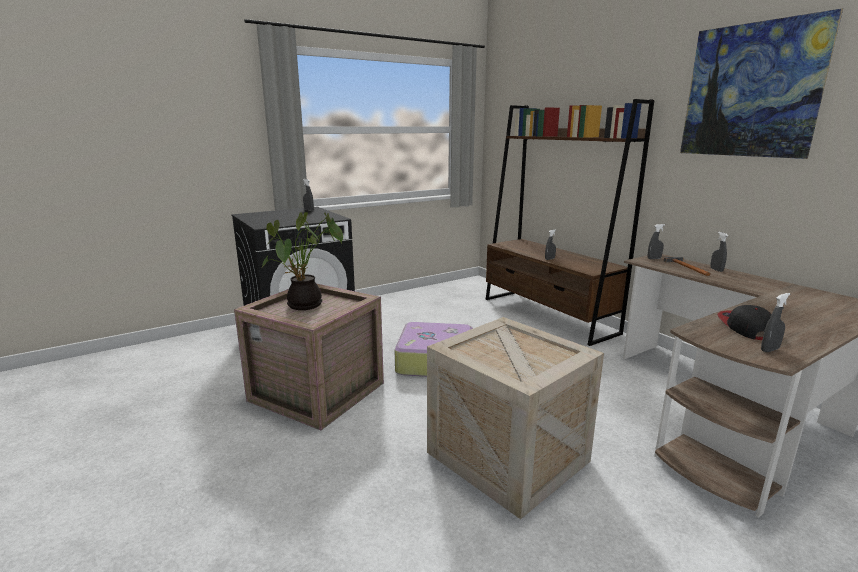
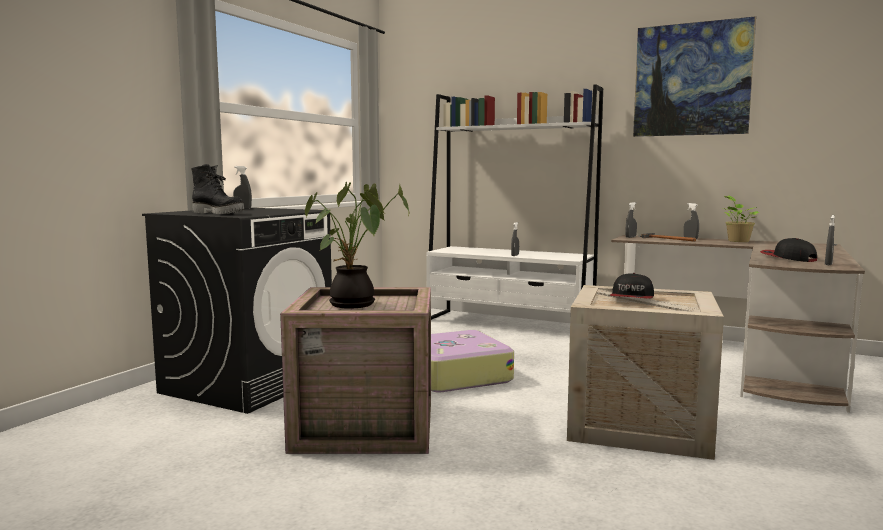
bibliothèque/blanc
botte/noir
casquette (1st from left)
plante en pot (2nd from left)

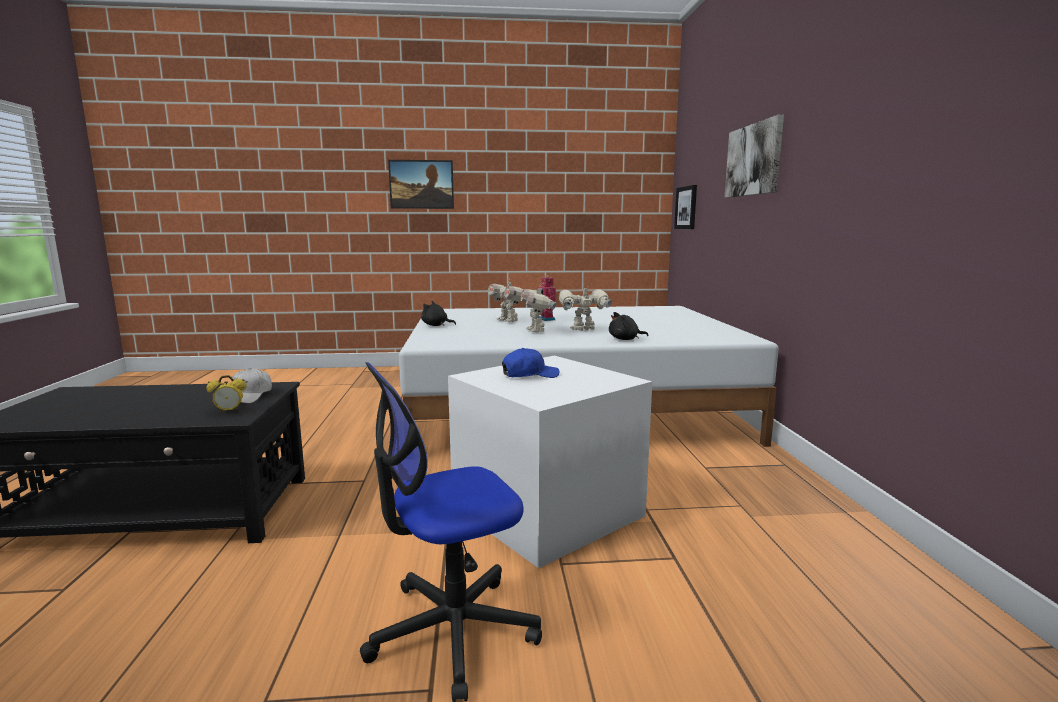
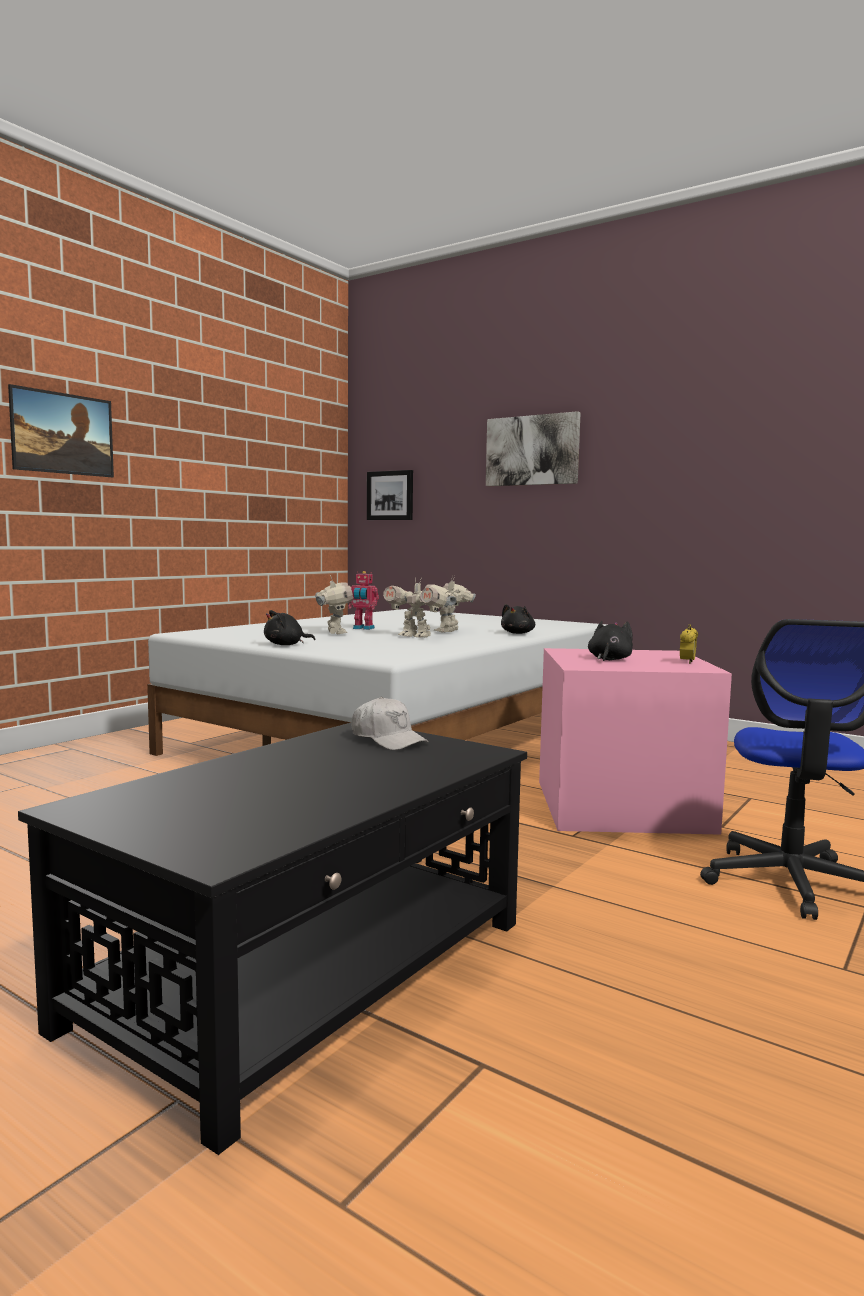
réveil
boîte de rangement/rose
robot jouet (1st from left)
peluche/noir (3rd from left)

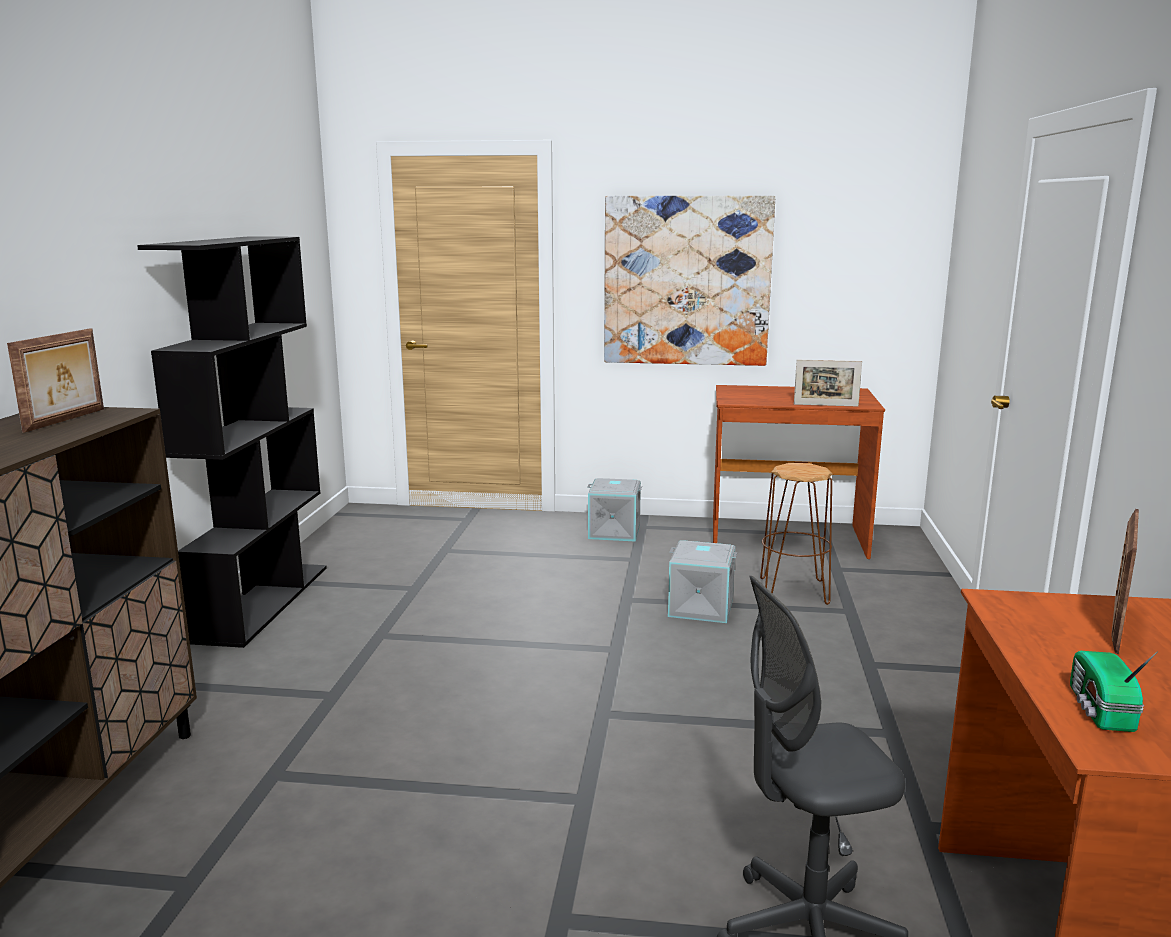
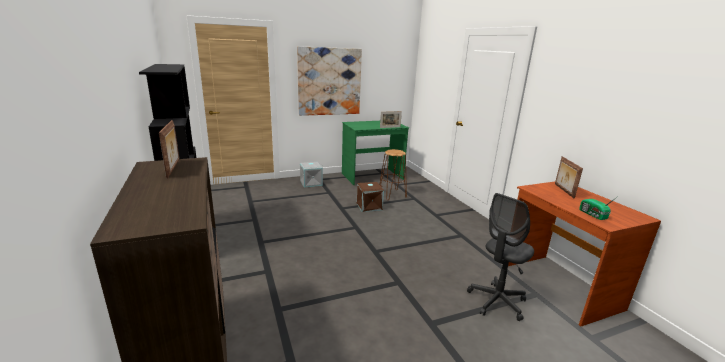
boîte de rangement/marron
bureau/vert

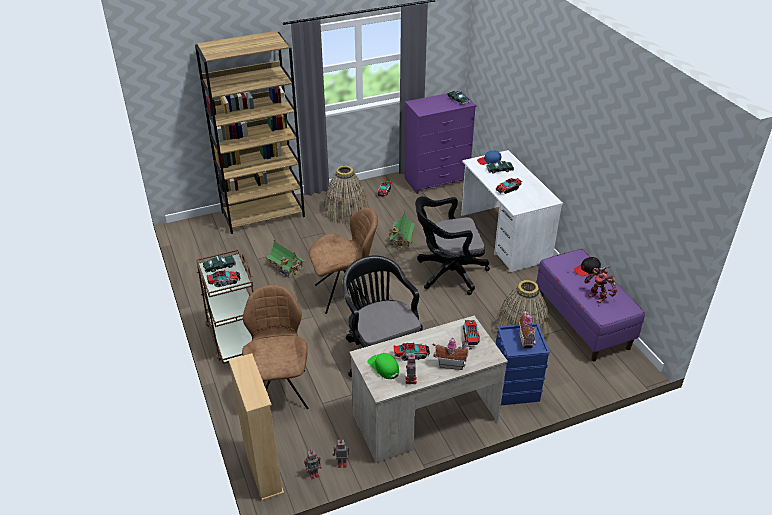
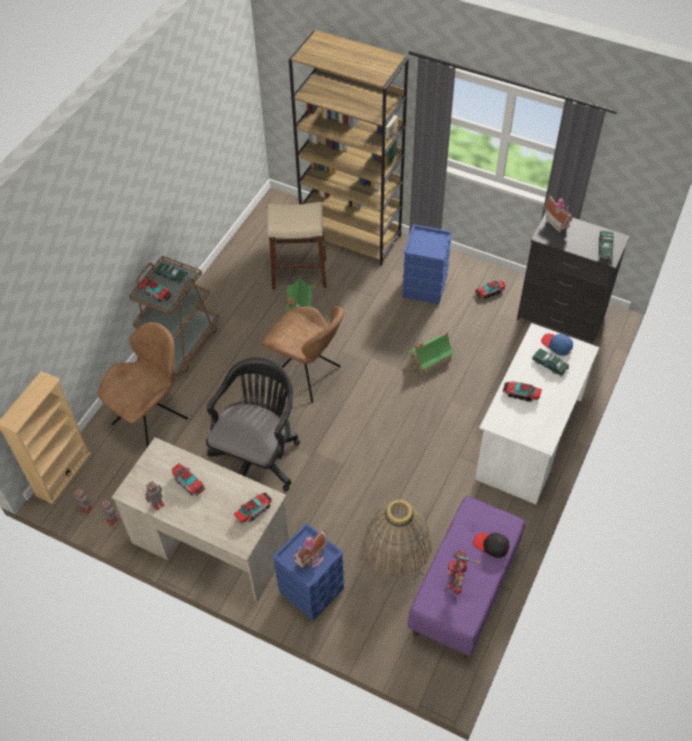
boîte de rangement/bleu (2nd from left)
casquette/vert
commode/noir
chaise de bureau/noir (2nd from left in the first image)
maison miniature (4th from left)
tabouret/beige

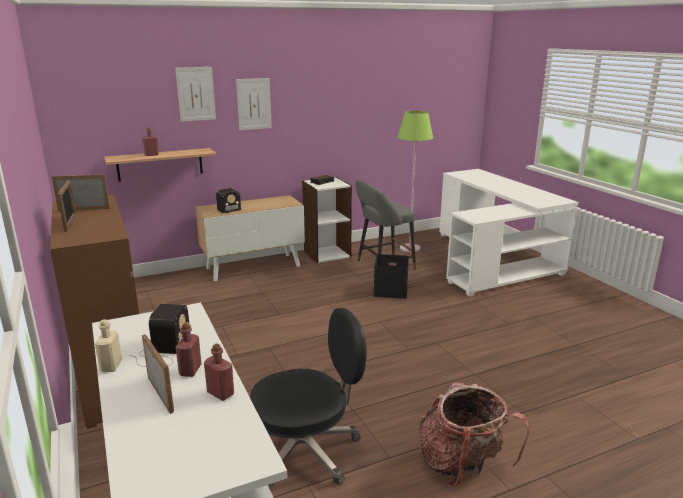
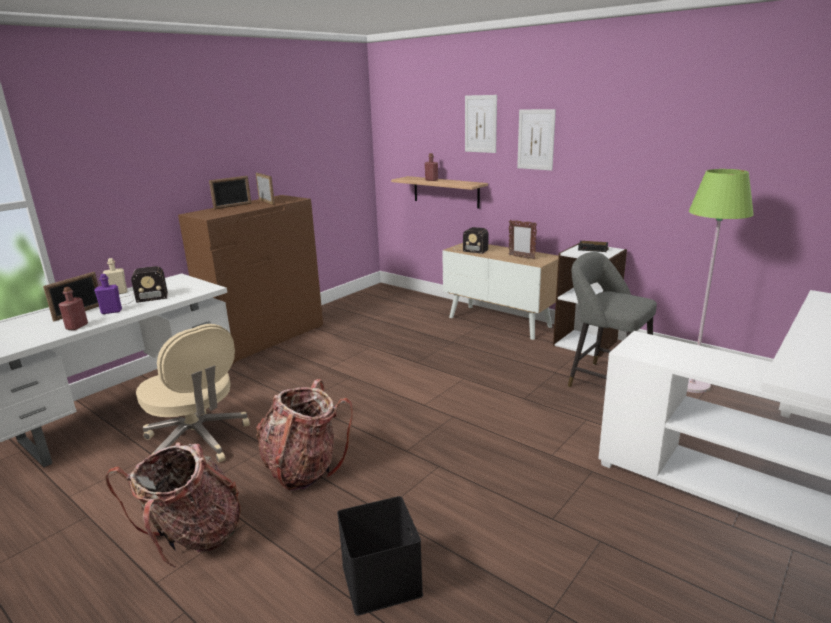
bouteille/violet
chaise de bureau/beige
boîte de rangement/noir
sac à dos (2nd from left)
cadre photo (4th from left)

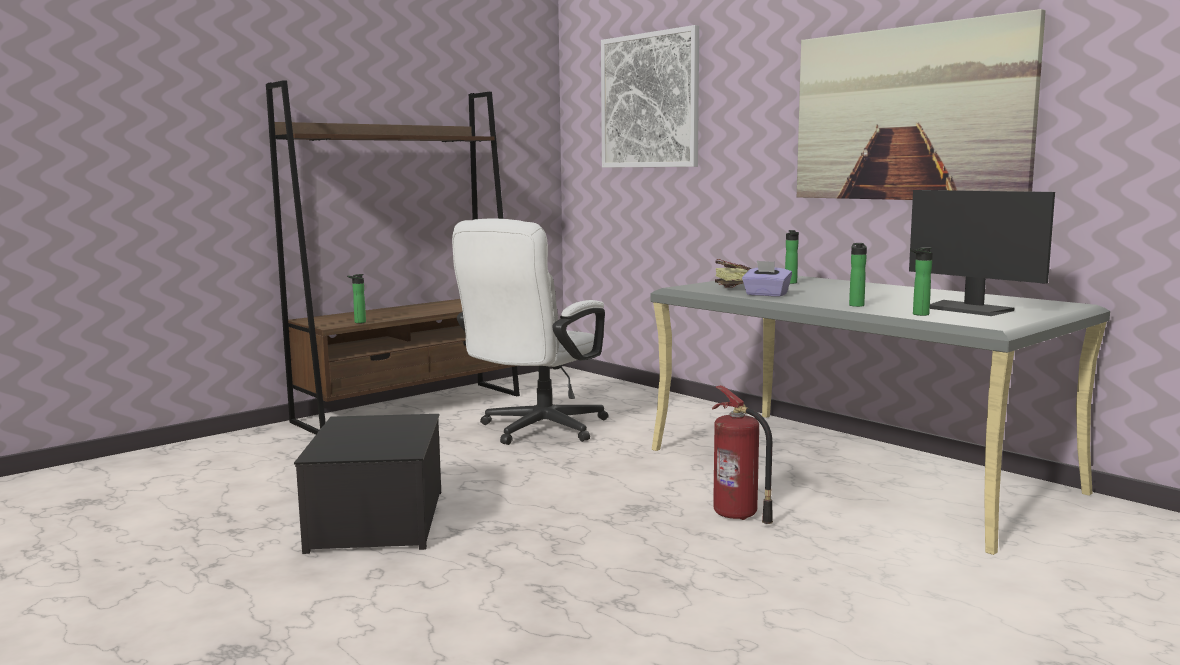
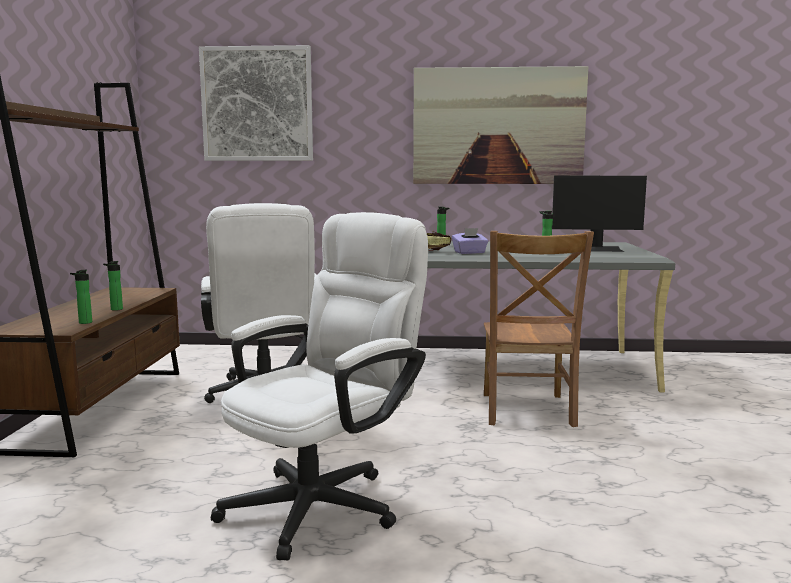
chaise de bureau/blanc (2nd from left)
chaise/marron
bouteille (2nd from left)

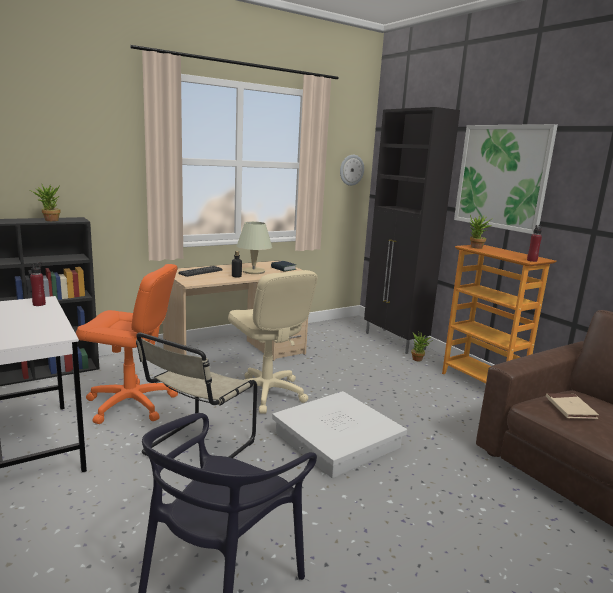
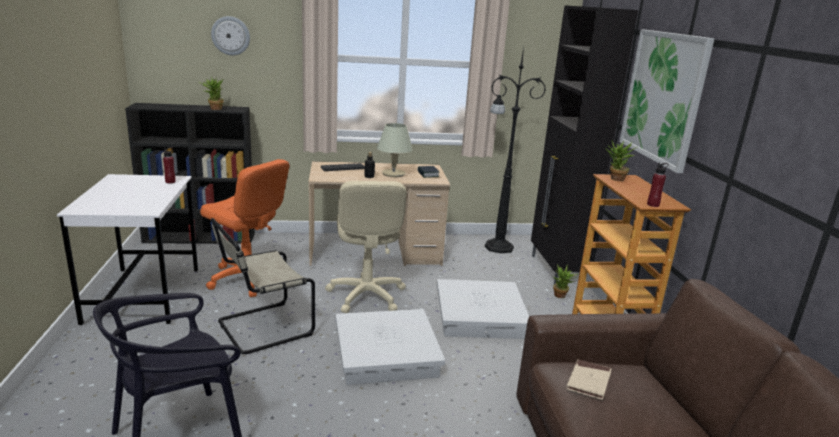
horloge murale
boîte de rangement/blanc (2nd from left)
lampadaire/noir

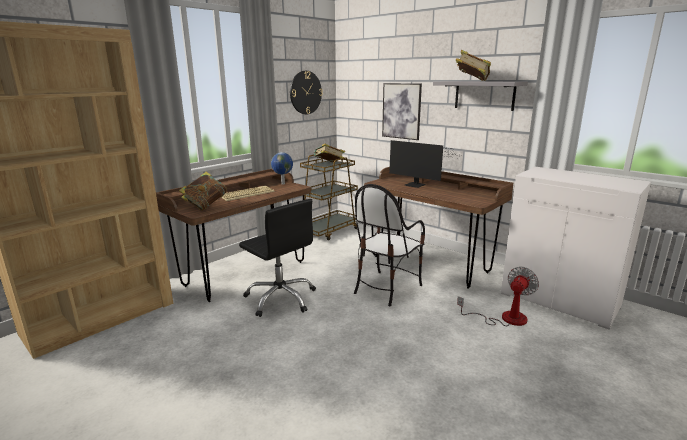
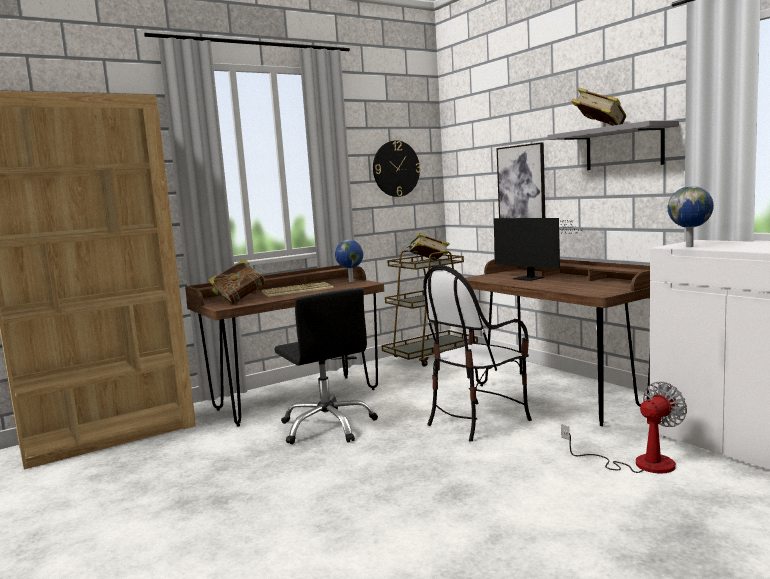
globe (2nd from left)

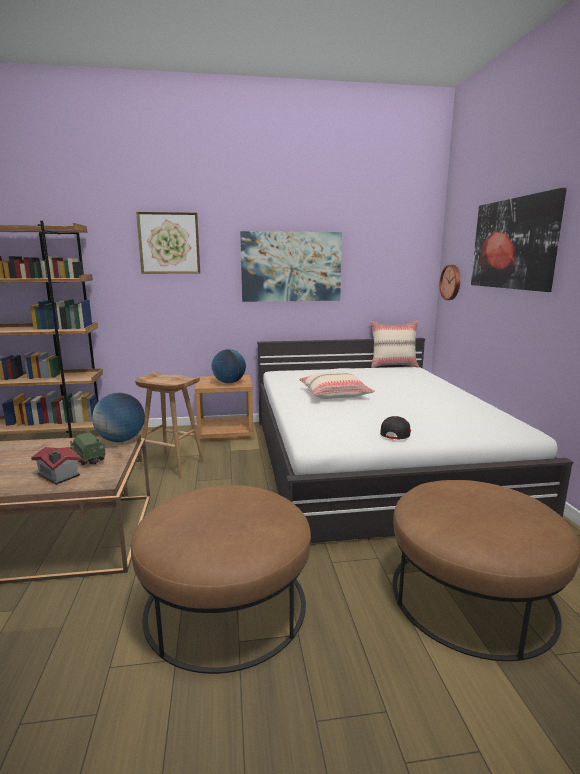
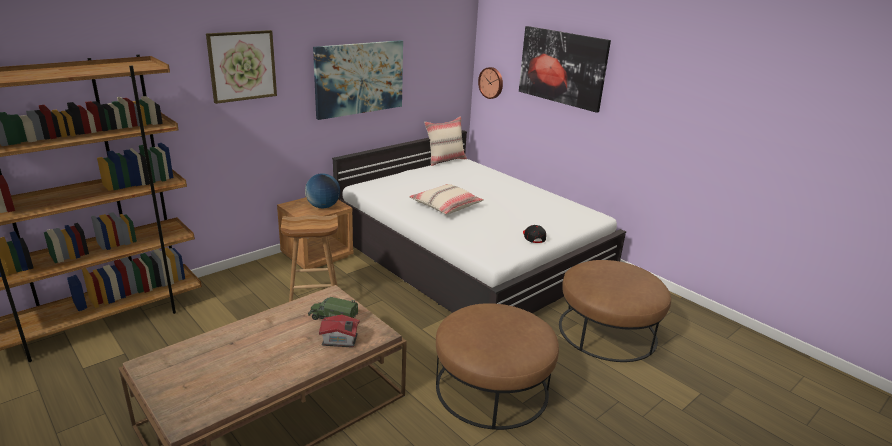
globe (1st from left in the first image)

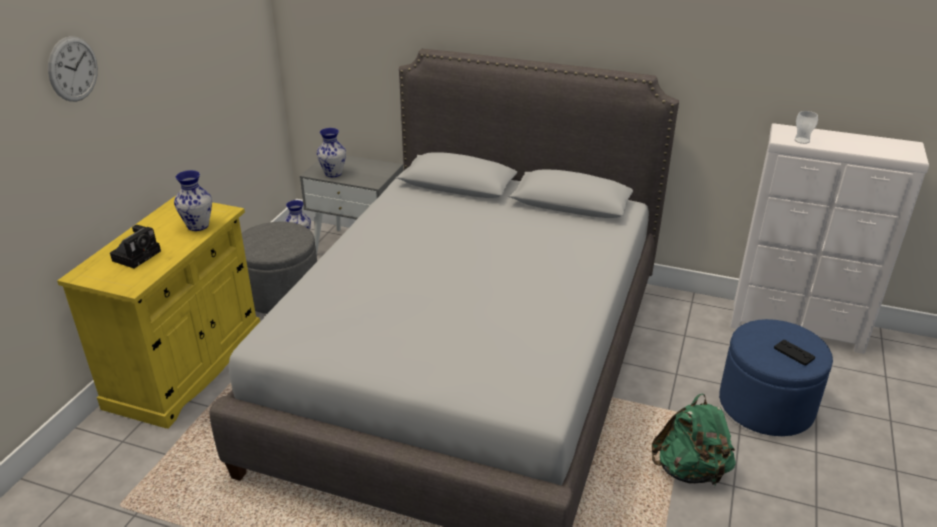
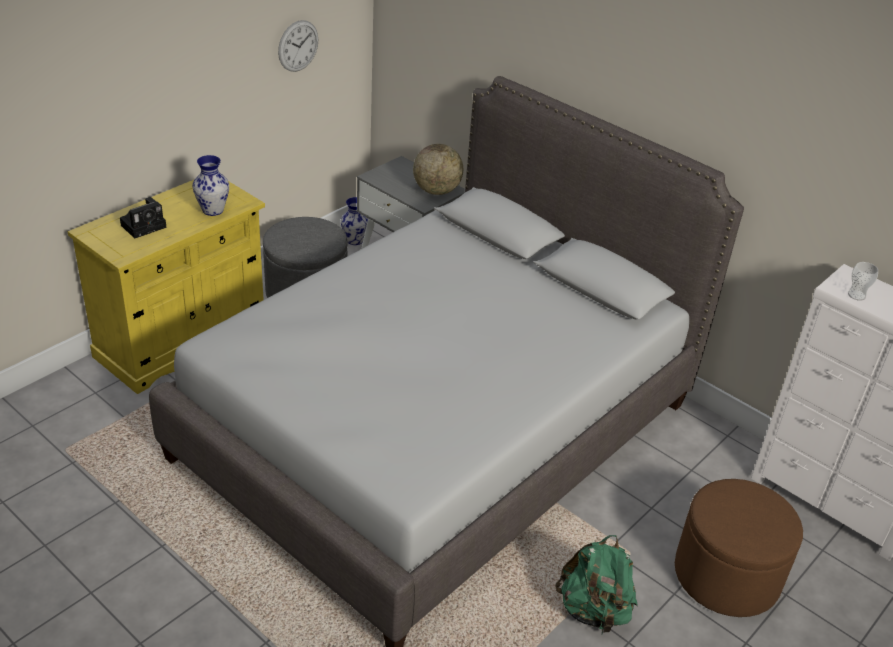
horloge murale
vase (3rd from left in the first image)
pouf/marron
manette/noir
globe

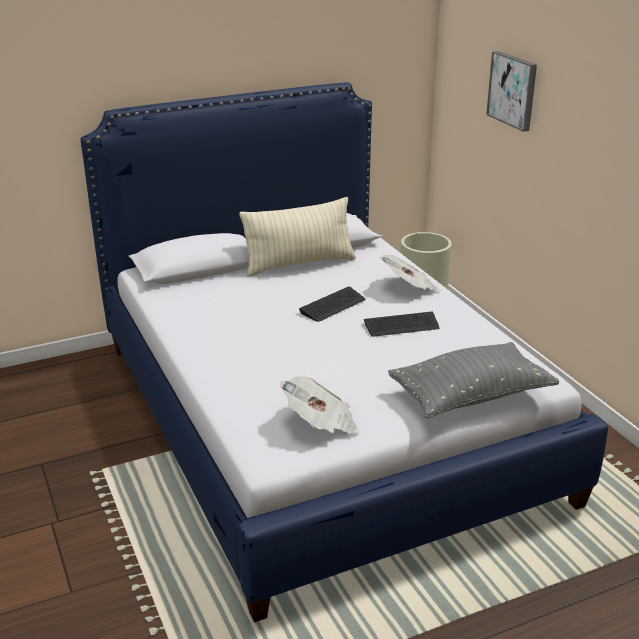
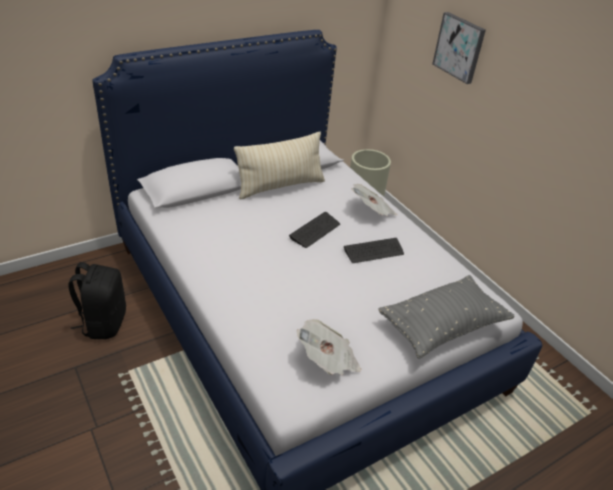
sac à dos/noir

